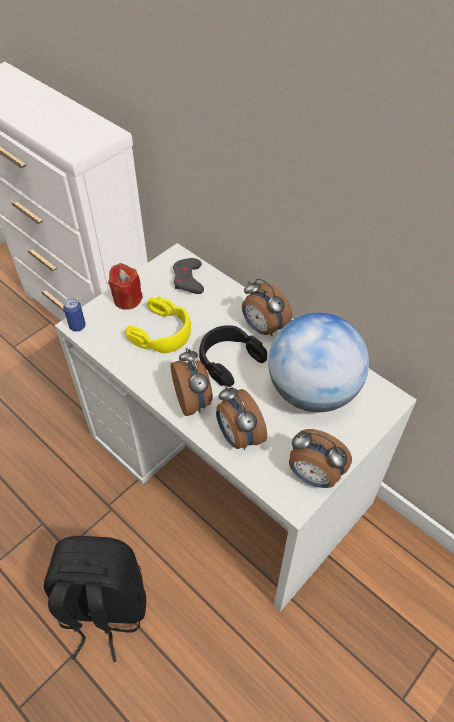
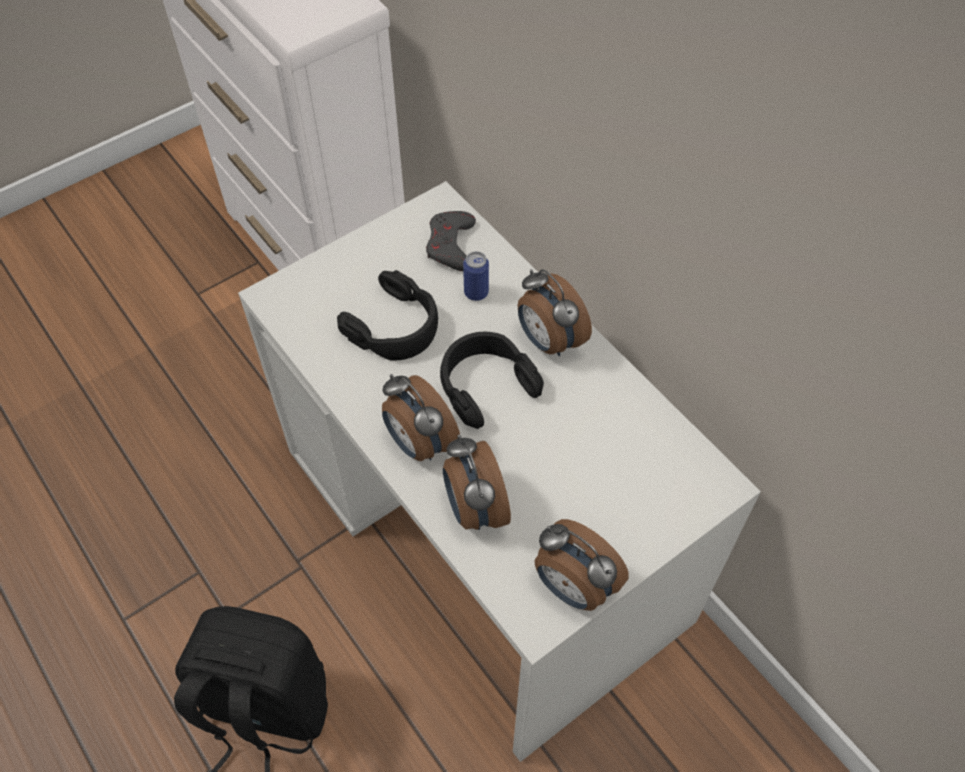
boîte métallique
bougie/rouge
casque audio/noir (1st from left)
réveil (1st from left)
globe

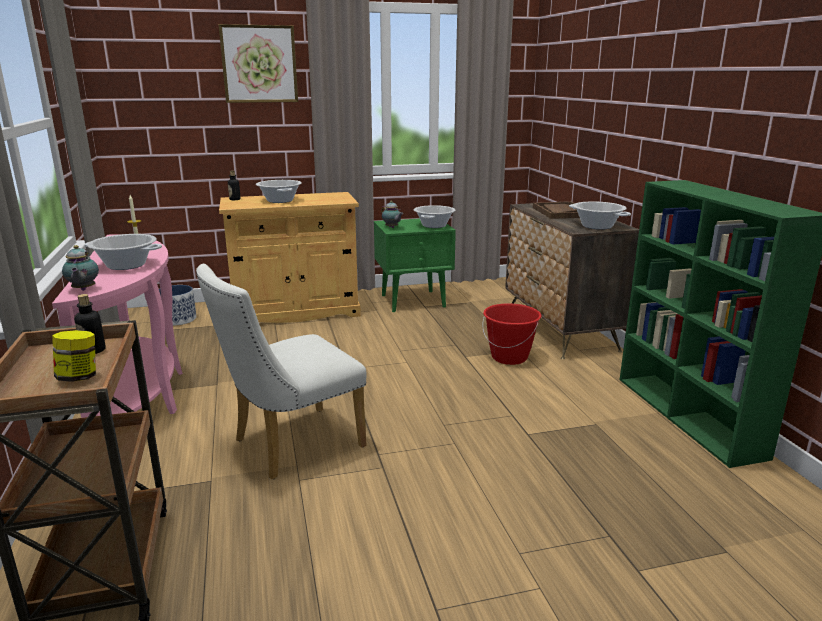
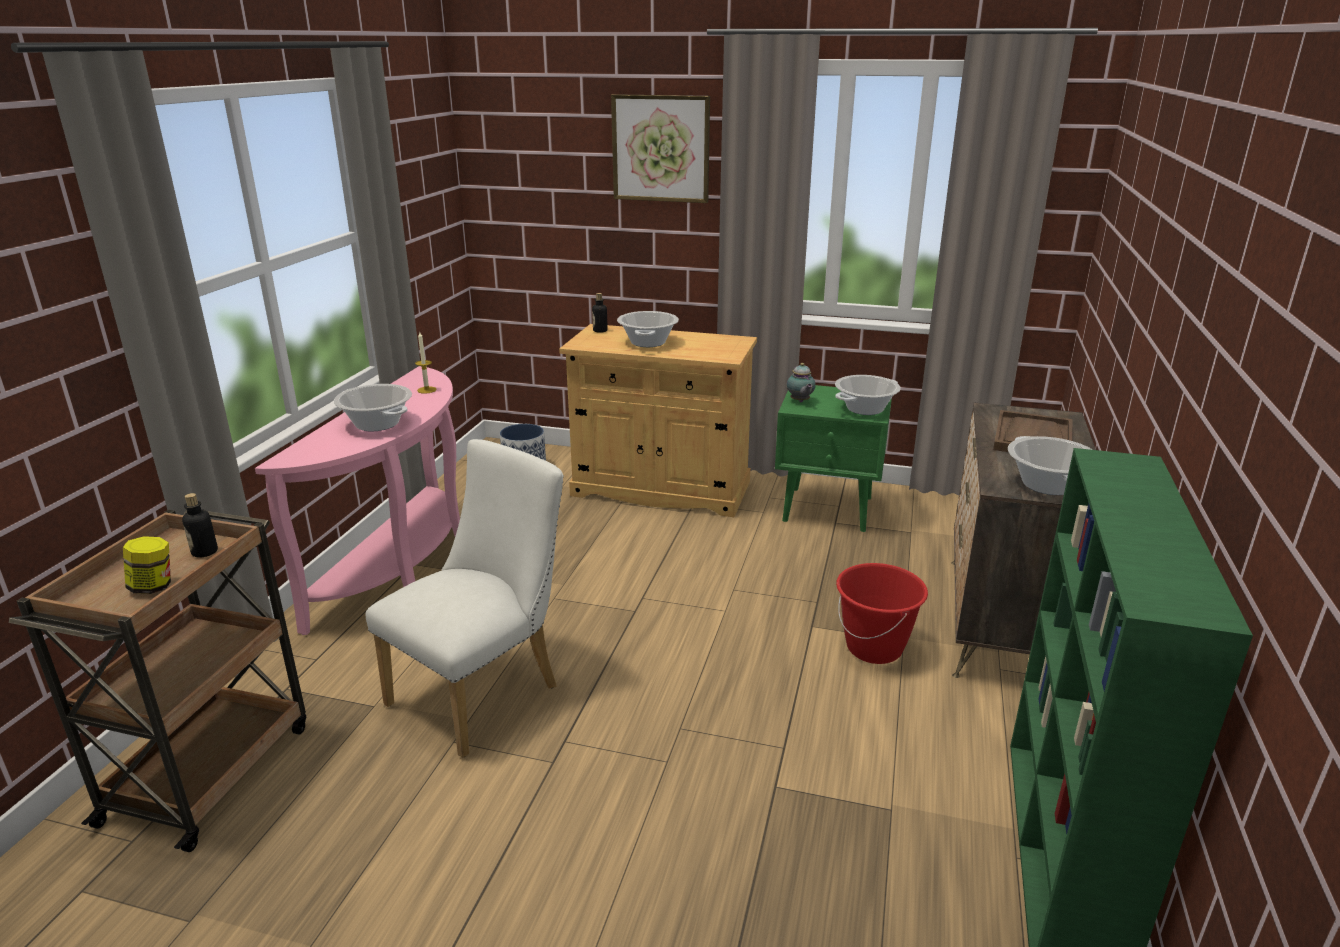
théière (1st from left in the first image)
chaise/blanc

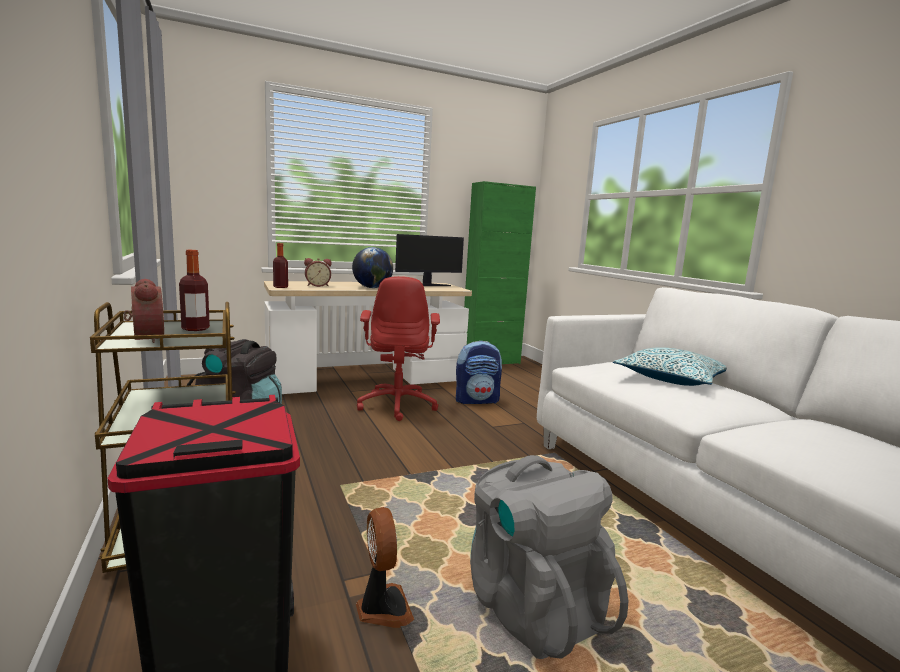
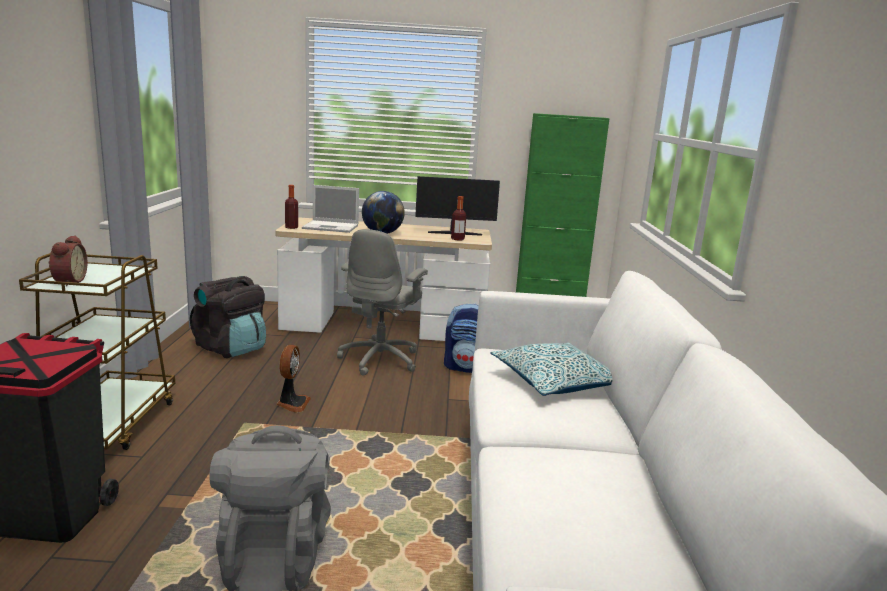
bouteille (2nd from left)
ordinateur portable
ventilateur
chaise de bureau/gris

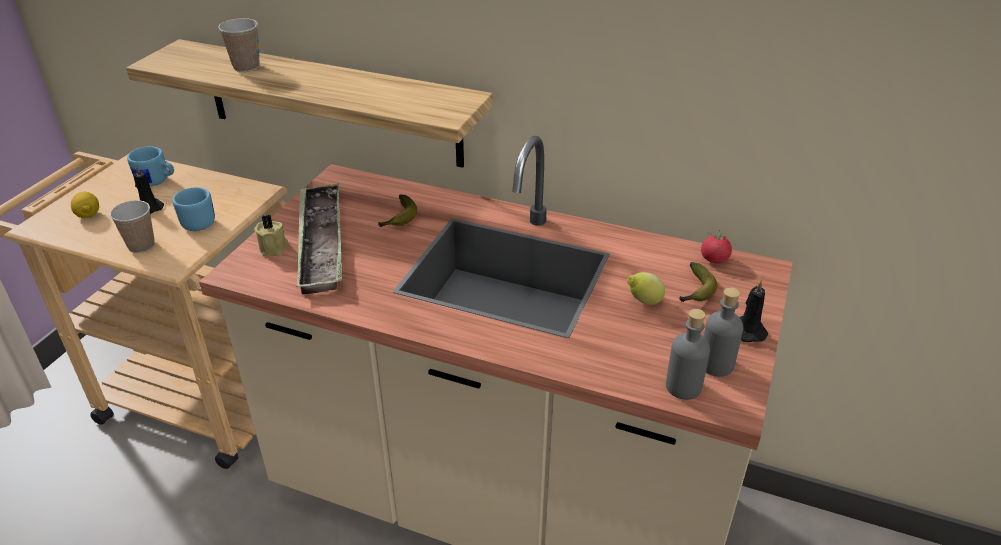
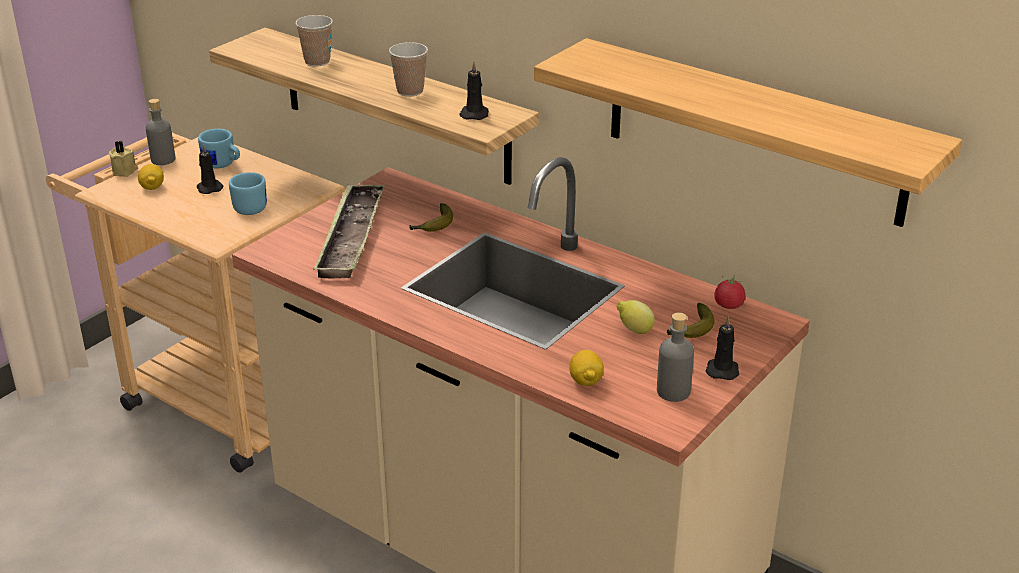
tasse (2nd from left)
bougie/beige
bouteille/gris (1st from left)
bougie/noir (2nd from left)
étagère (2nd from left)
citron (2nd from left)

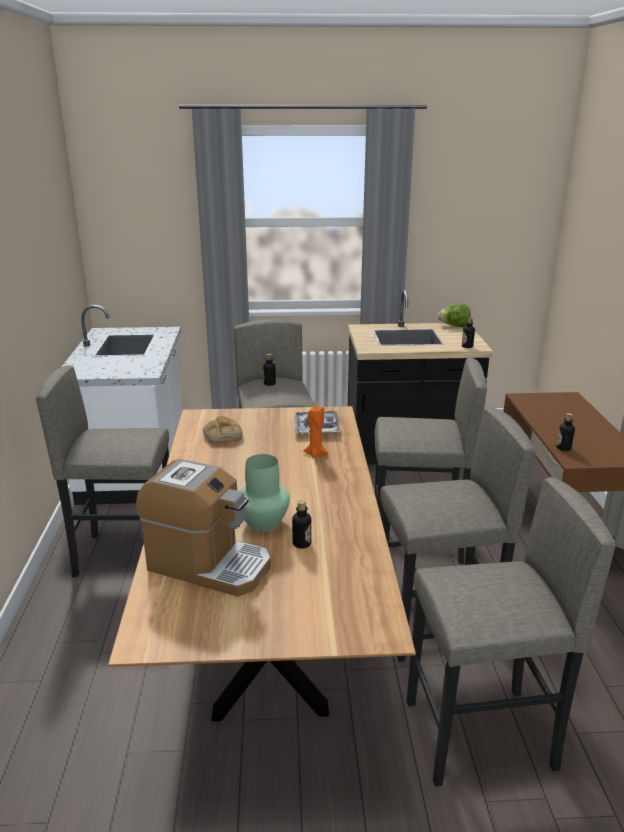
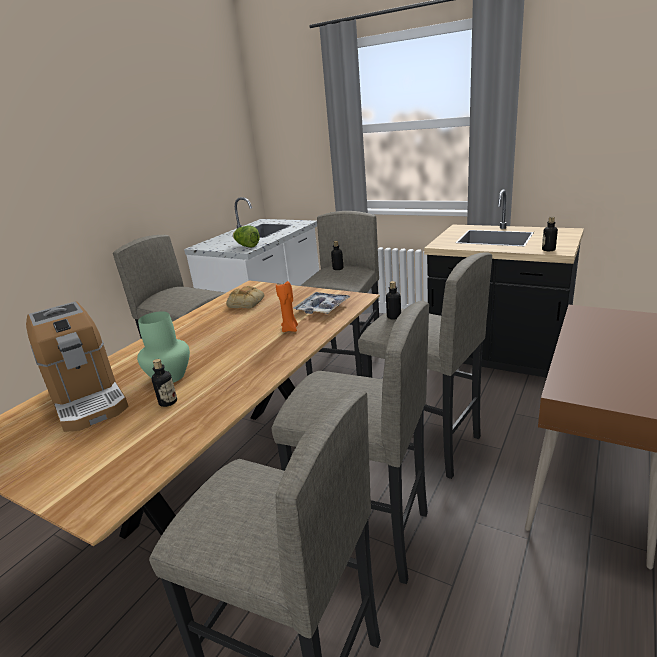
laitue
bouteille (3rd from left)

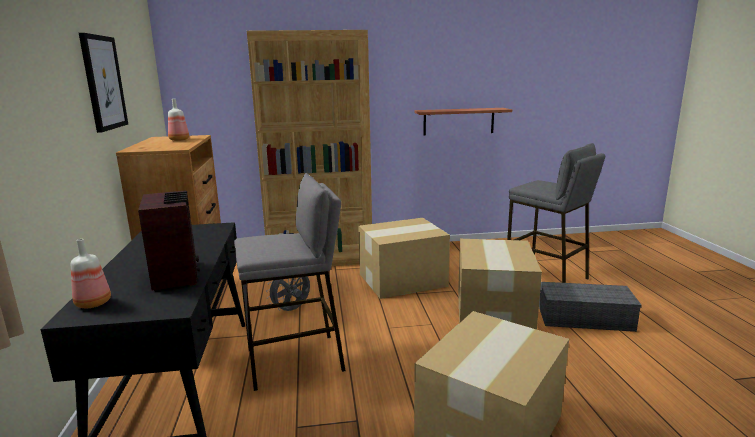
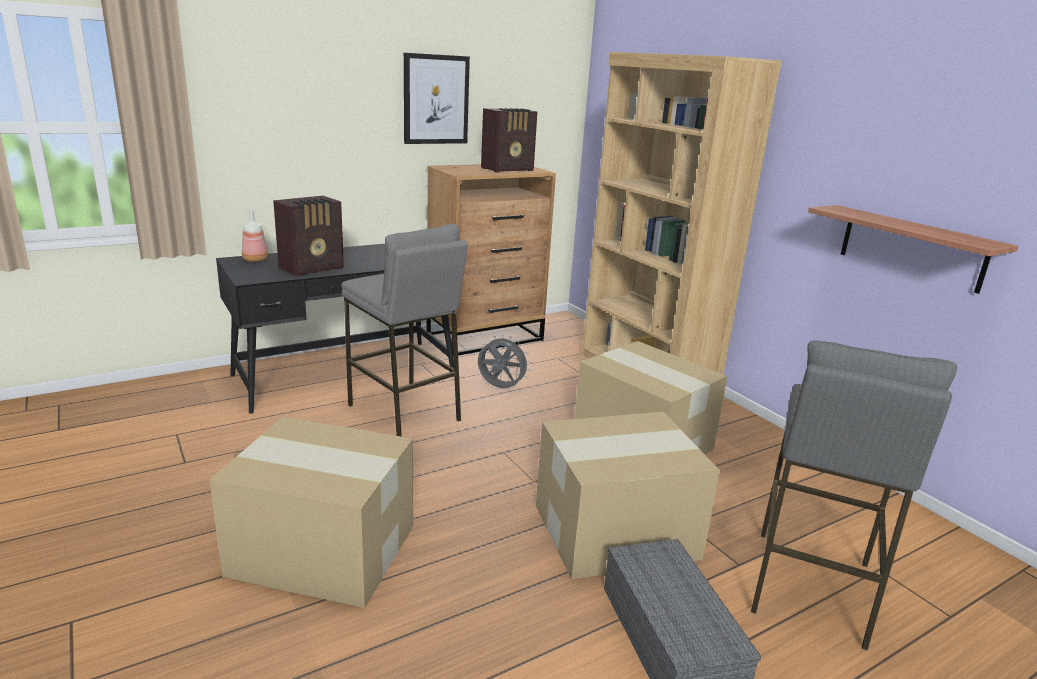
radio (2nd from left)

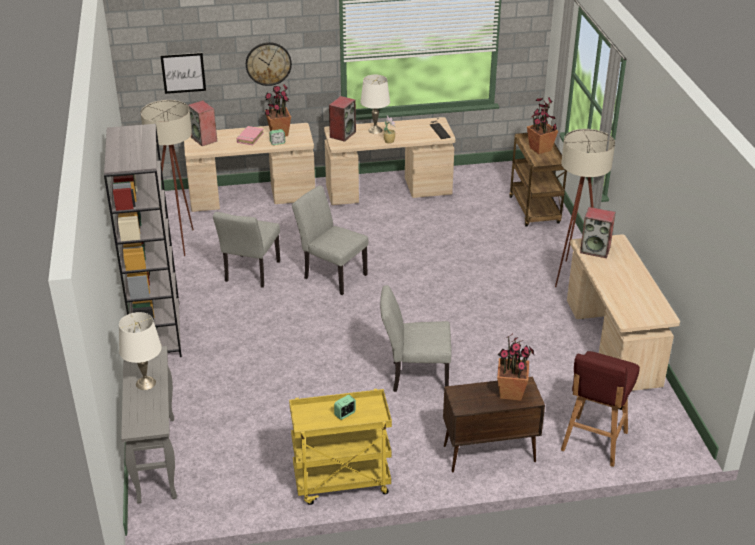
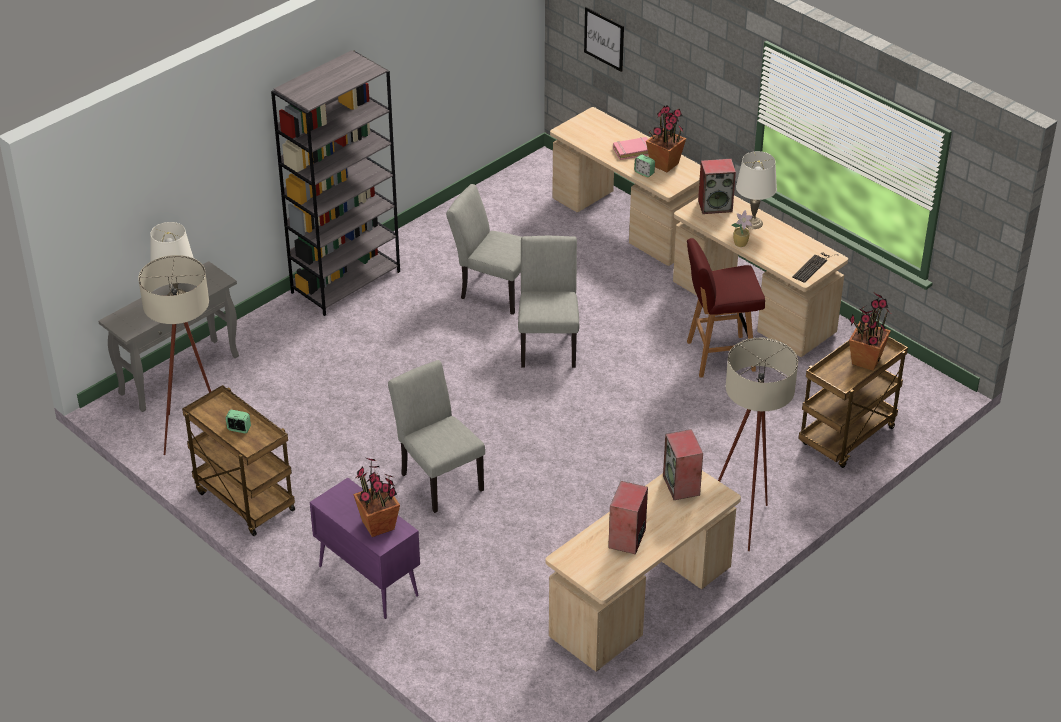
lampadaire/beige (1st from left)
enceinte (1st from left)
chaise/gris (2nd from left)
horloge murale
chariot/marron (1st from left)
meuble de rangement/violet
tabouret/rouge

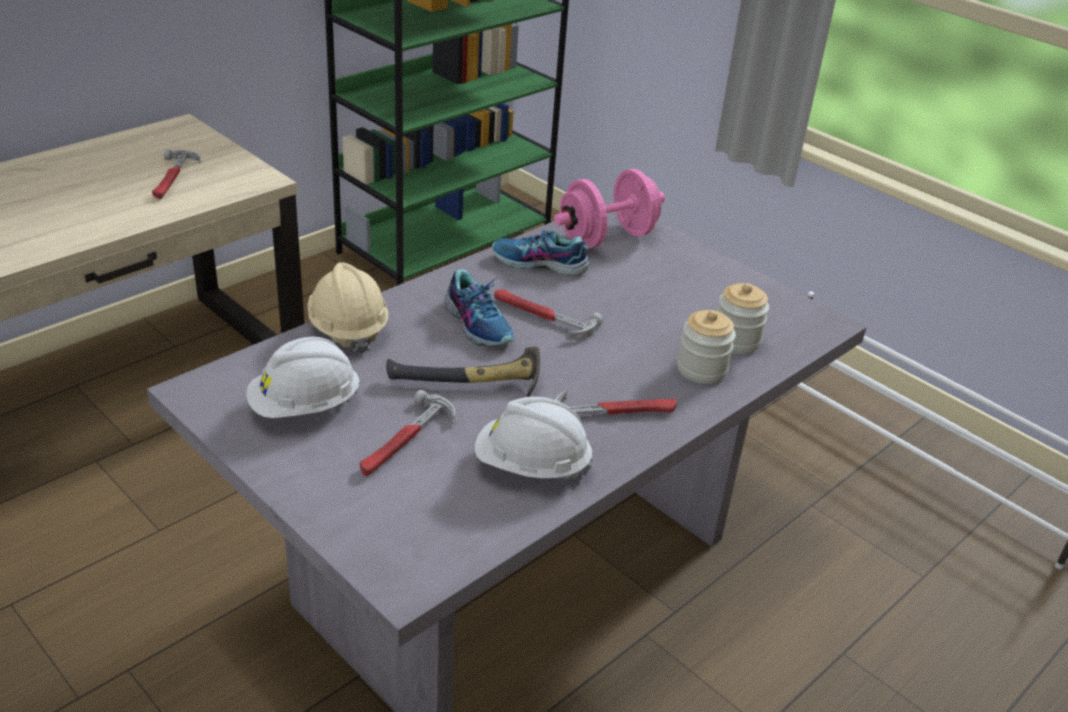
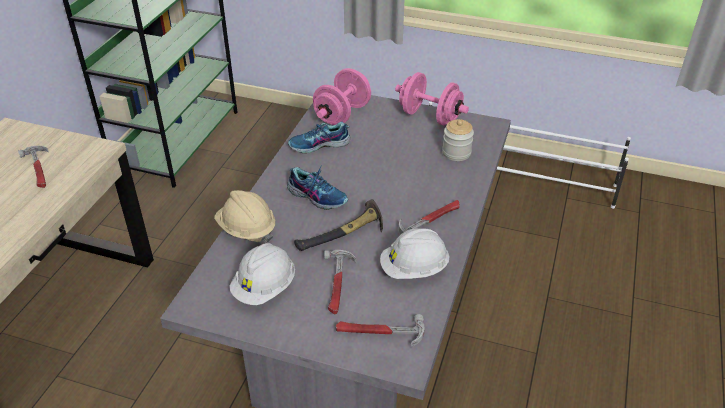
marteau (4th from left)
bocal (1st from left in the first image)
haltère/rose (2nd from left)

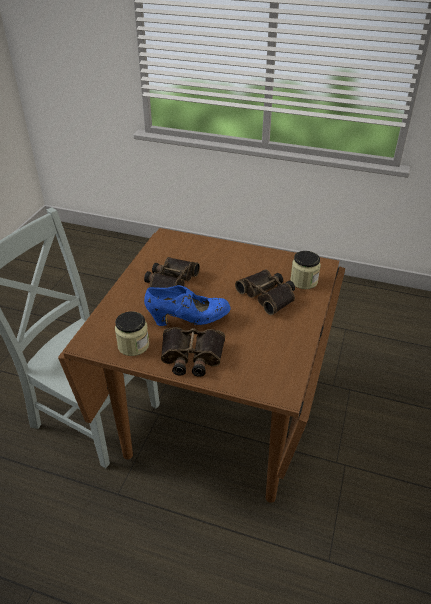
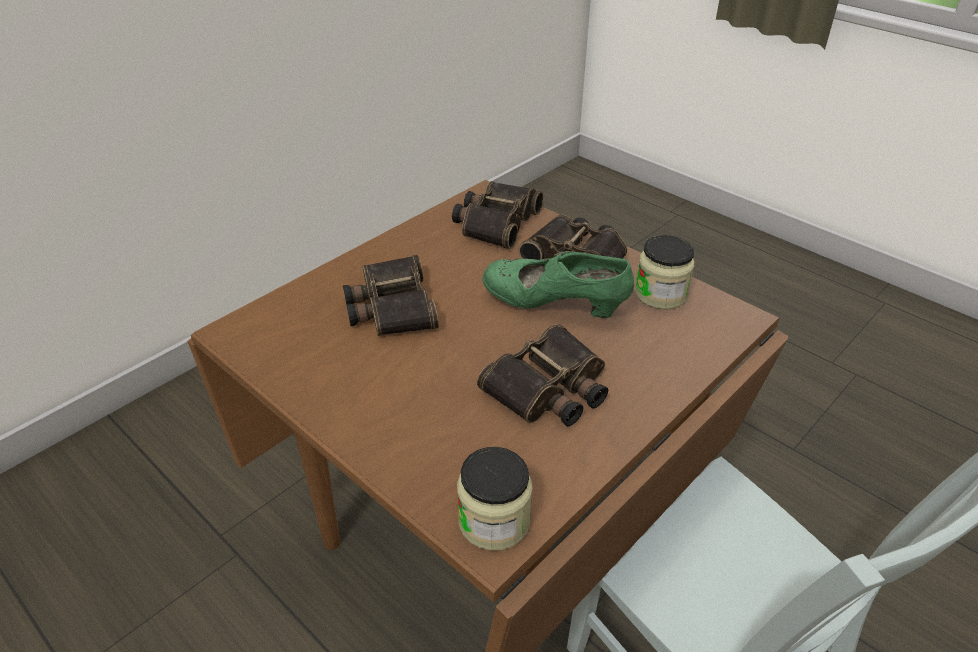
chaussure/vert
bocal (1st from left)
jumelles (2nd from left)

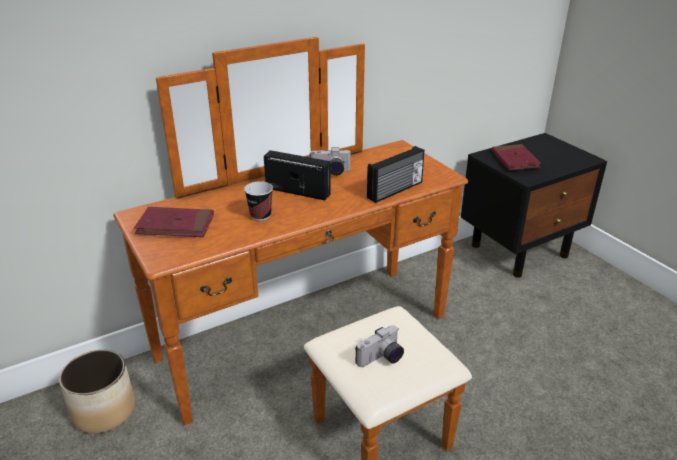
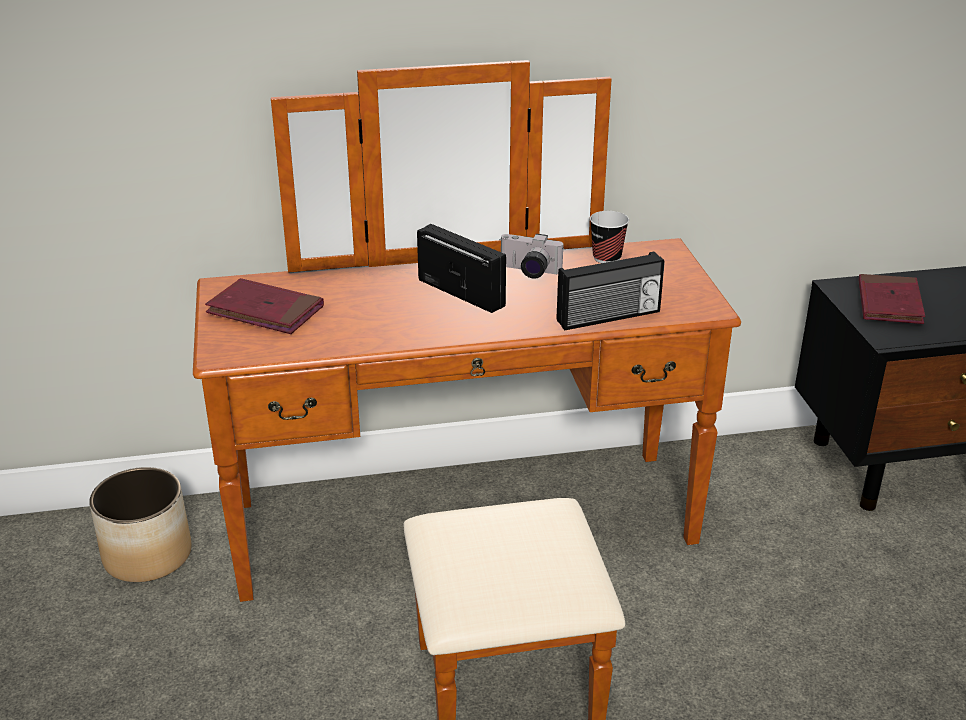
tasse
appareil photo (2nd from left in the first image)

